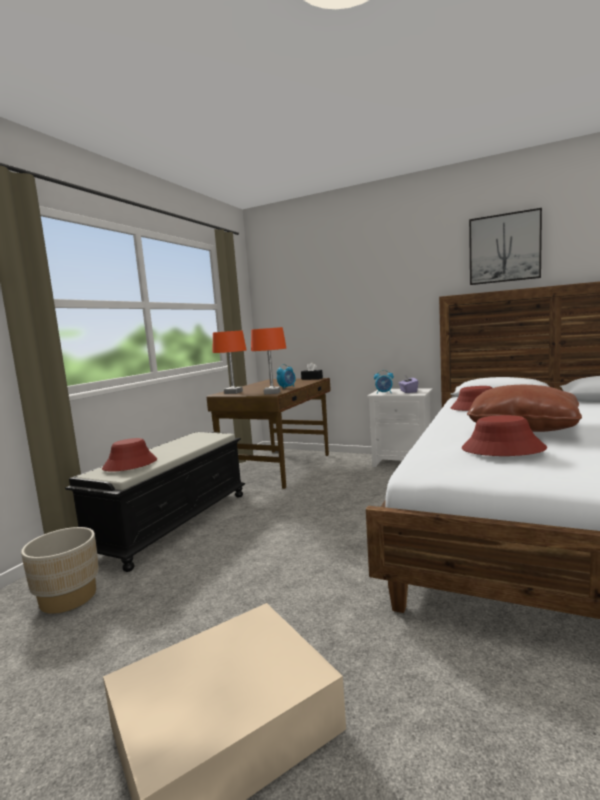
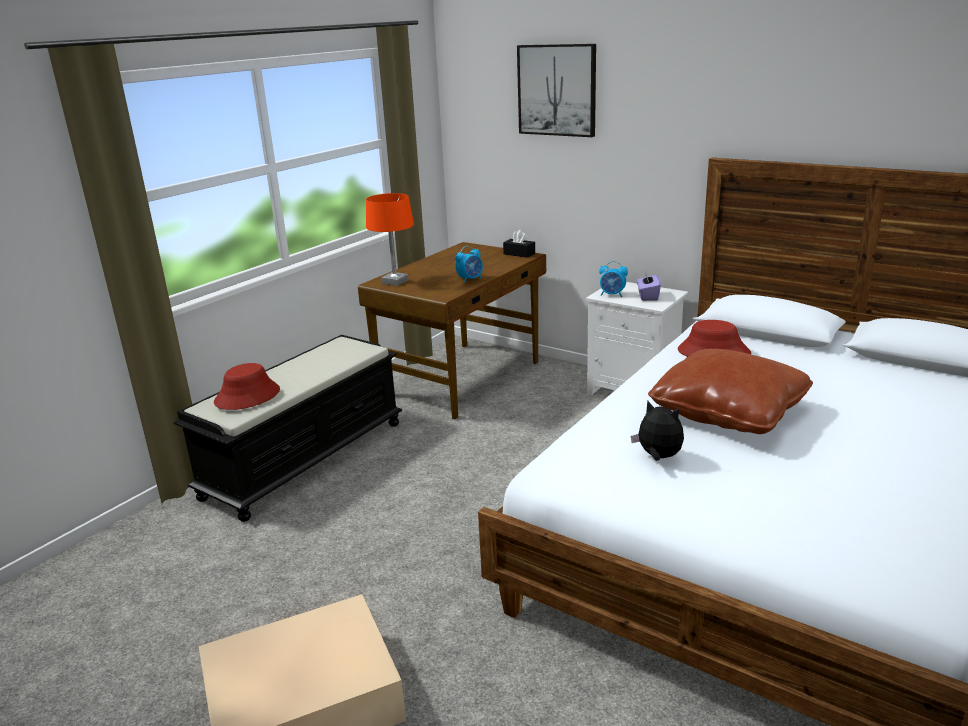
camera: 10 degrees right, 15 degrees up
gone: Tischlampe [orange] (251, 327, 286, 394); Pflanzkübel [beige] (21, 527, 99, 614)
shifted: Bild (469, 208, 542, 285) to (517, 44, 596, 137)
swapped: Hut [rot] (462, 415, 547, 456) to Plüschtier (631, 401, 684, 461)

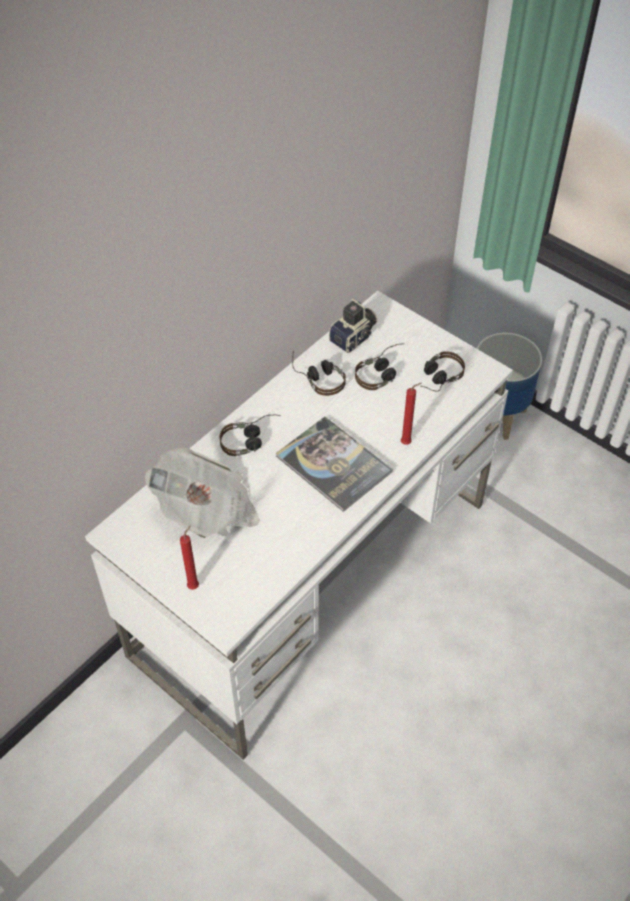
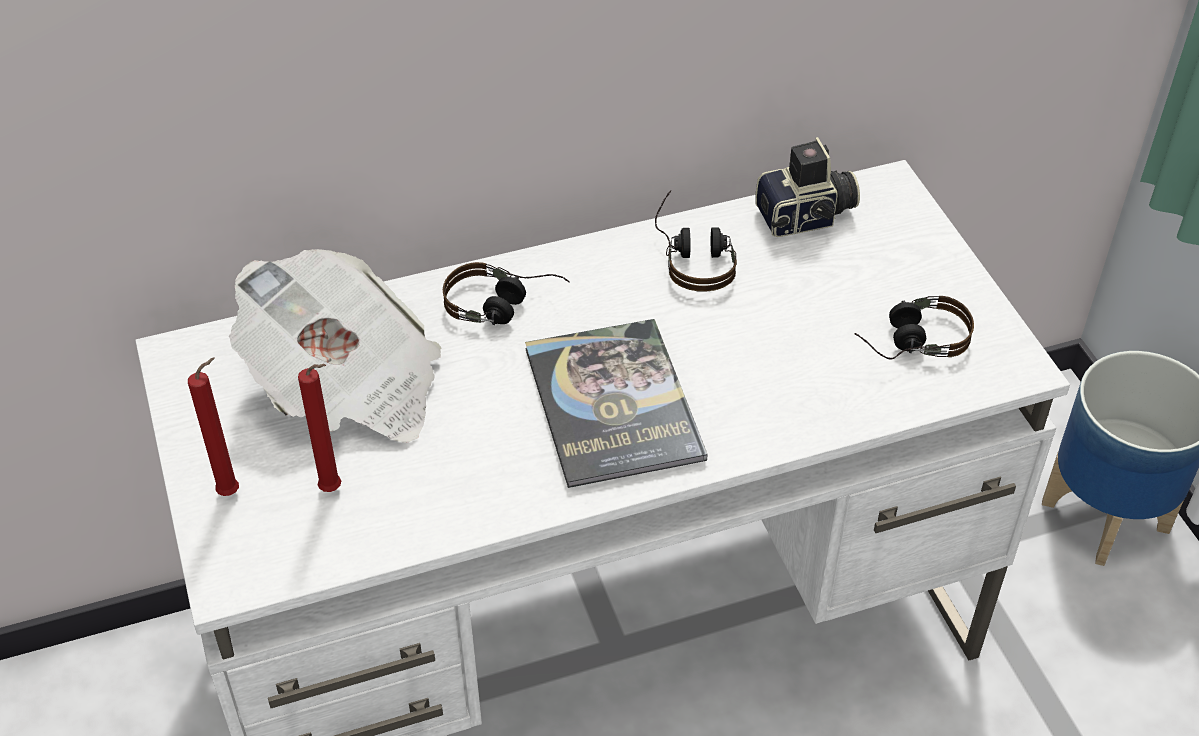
camera: 30 degrees right, 5 degrees down
gone: Kopfhörer (355, 344, 400, 390)
shifted: Kerze [rot] (401, 383, 421, 445) to (298, 364, 341, 492)

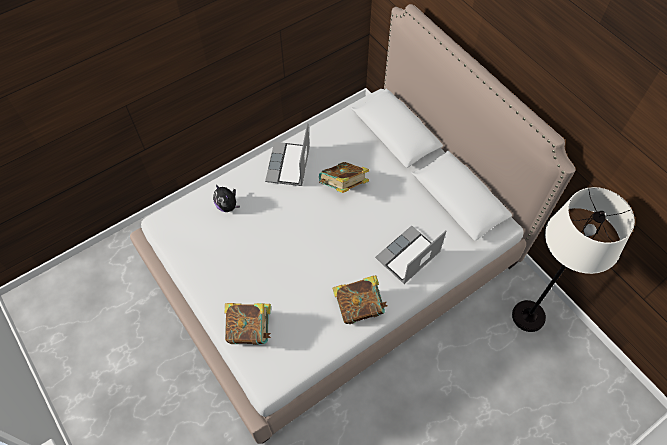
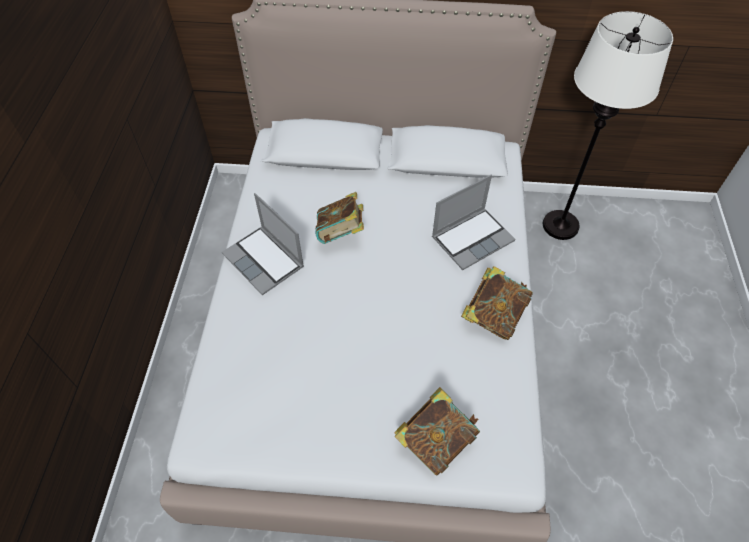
camera: 50 degrees left, 5 degrees down
gone: Plüschtier (213, 184, 240, 212)
rotated: Laptop (375, 226, 446, 284) = (432, 175, 515, 270) 120 degrees counterclockwise

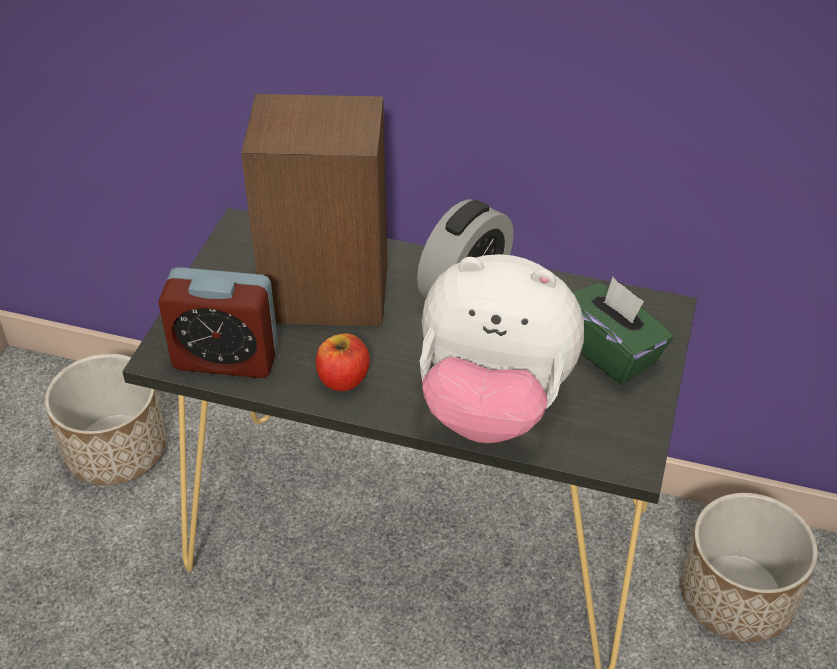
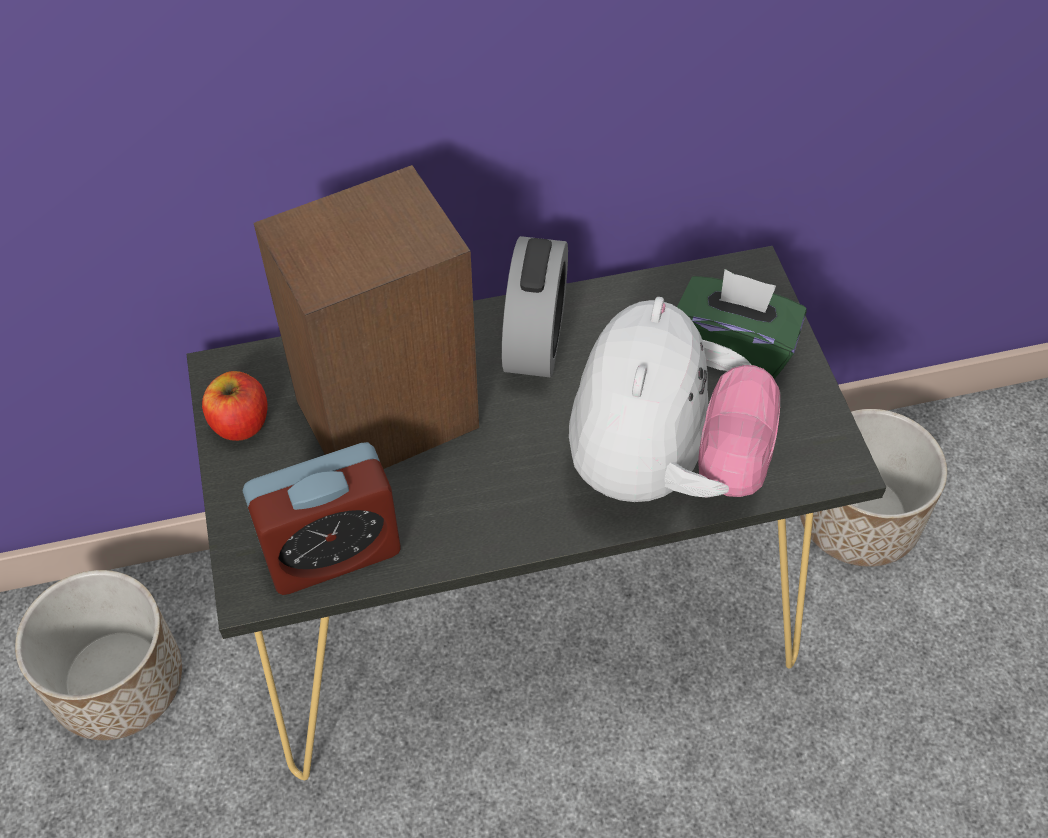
camera: 30 degrees left, 10 degrees up
shifted: Apfel (316, 333, 370, 391) to (202, 371, 268, 441)
rotated: Plüschtier (420, 254, 584, 443) = (569, 297, 780, 502) 60 degrees counterclockwise

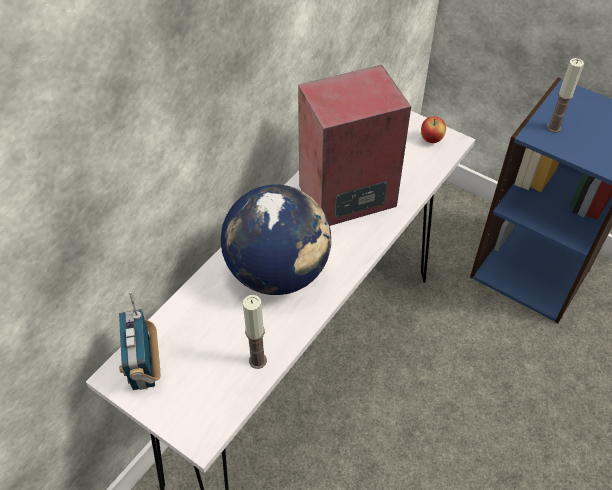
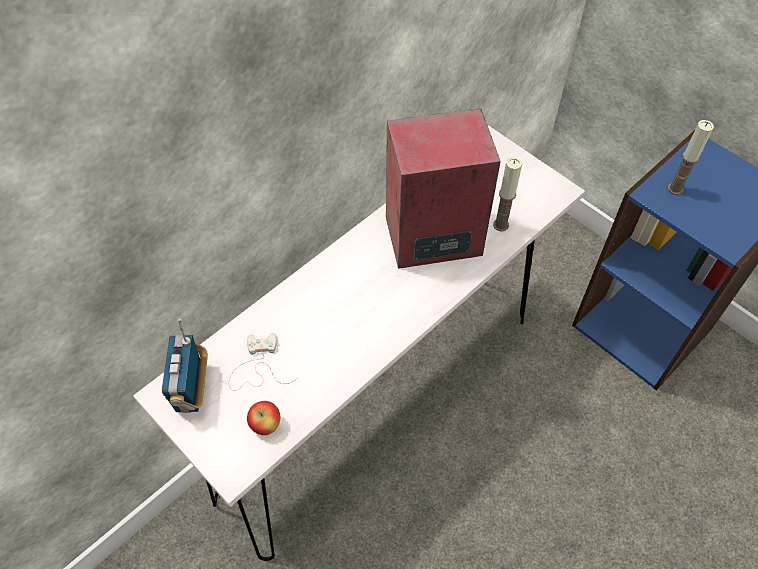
camera: 10 degrees right, 5 degrees up
gone: Globus (221, 185, 331, 295)
new: Gamepad [weiß] (229, 333, 296, 391)
shifted: Apfel (421, 117, 446, 143) to (247, 401, 280, 435); Kerze (243, 295, 267, 369) to (493, 157, 522, 231)

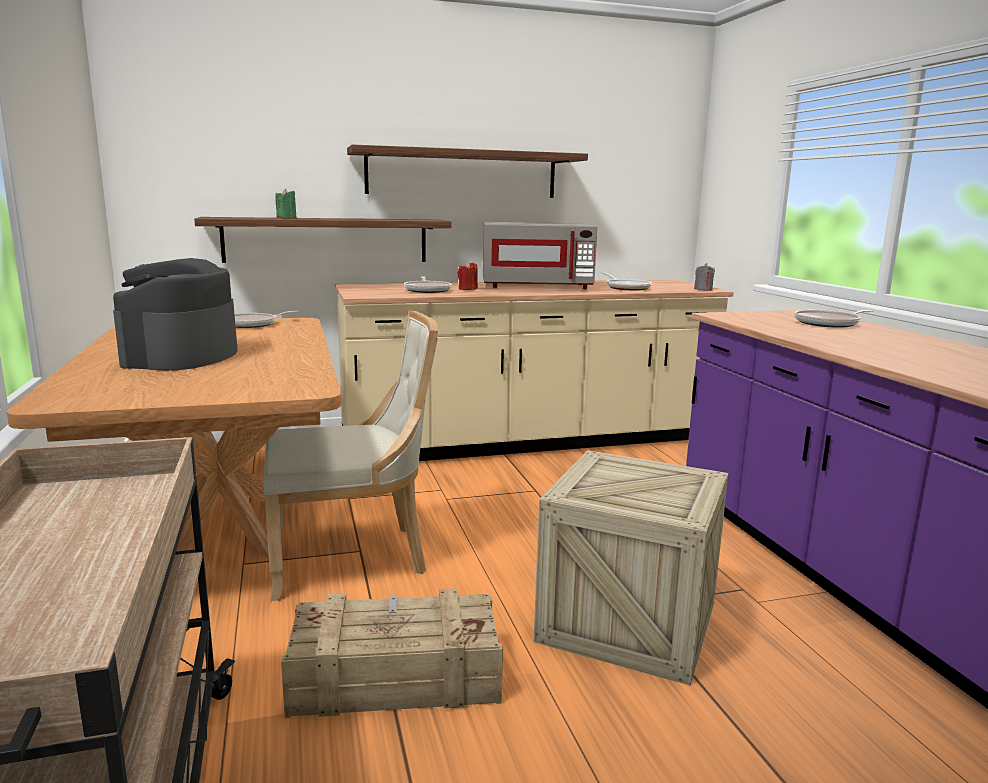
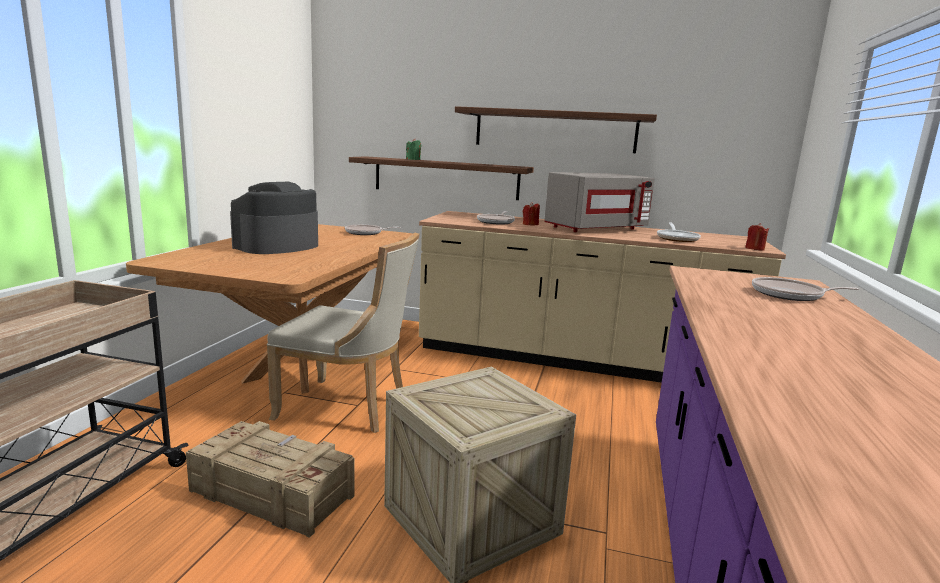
camera: 30 degrees right, 0 degrees up
repainted: Kerze [grau] (694, 263, 715, 291) to Kerze [rot] (745, 223, 769, 251)
rotated: Mikrowelle [grau] (483, 222, 597, 289) = (544, 172, 655, 232) 60 degrees counterclockwise

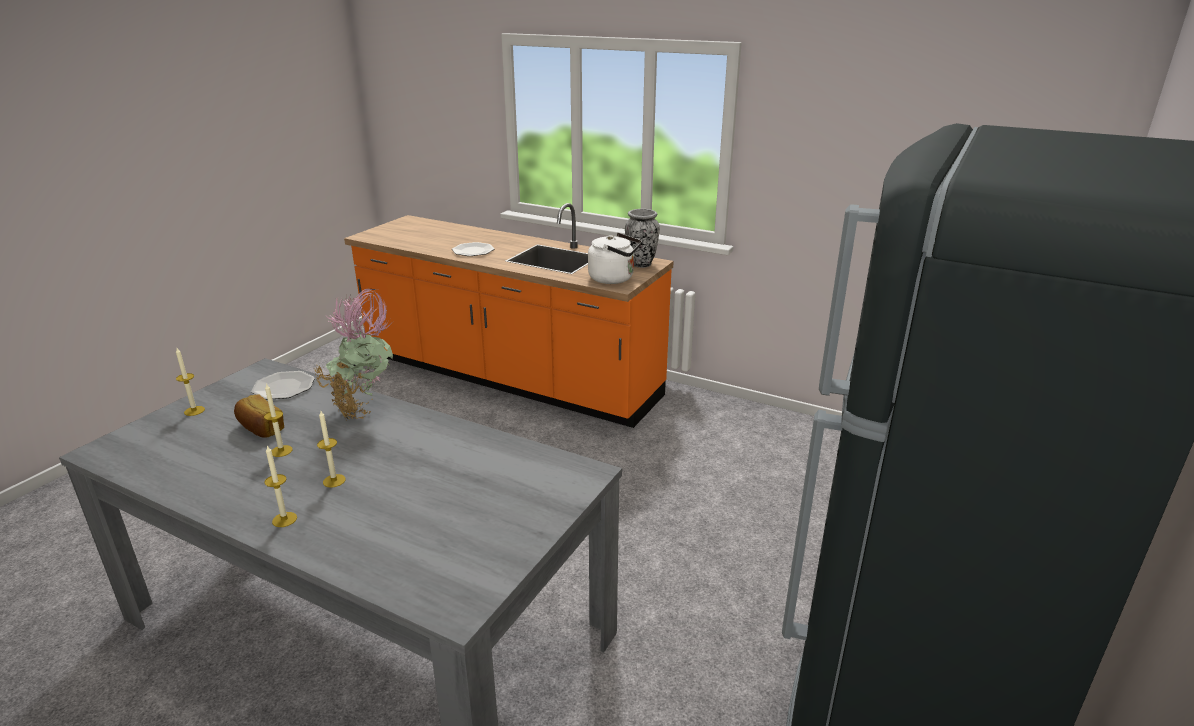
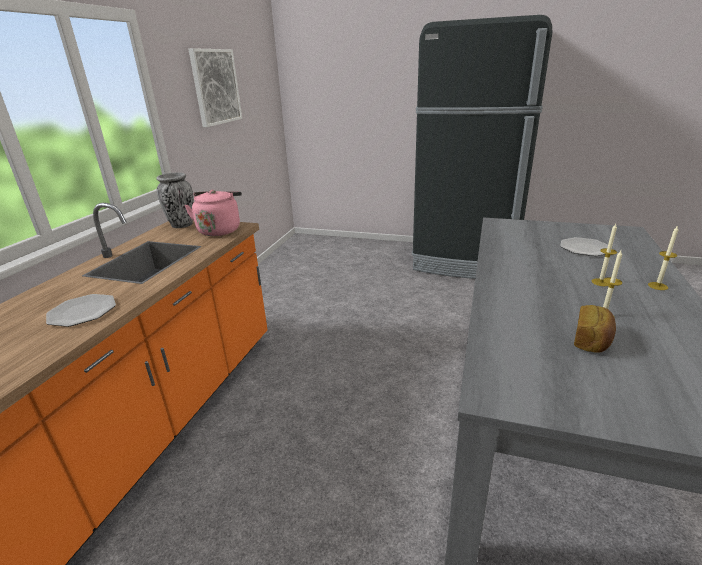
camera: 100 degrees left, 0 degrees up
gone: Topfpflanze (314, 289, 393, 419); Kerze (176, 348, 205, 416)
new: Bild (189, 48, 242, 127)
shifted: Teller (251, 371, 315, 400) to (560, 237, 608, 256)
repainted: Wasserkessel [weiß] (588, 233, 641, 284) to Wasserkessel [rosa] (184, 190, 242, 236)

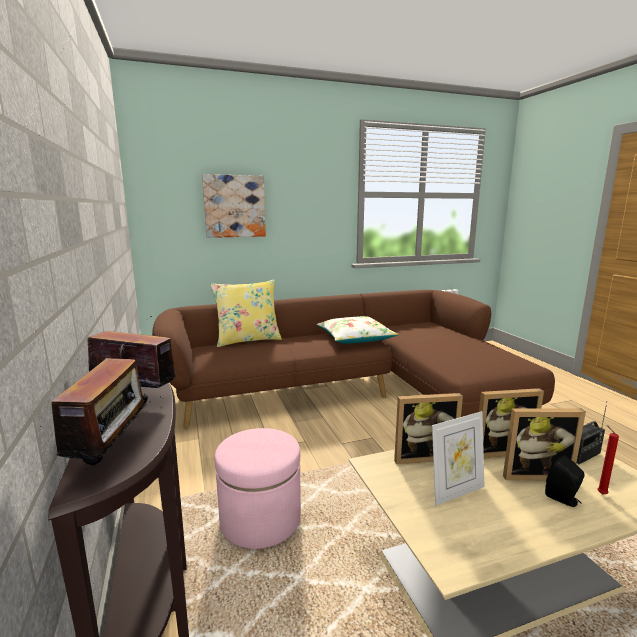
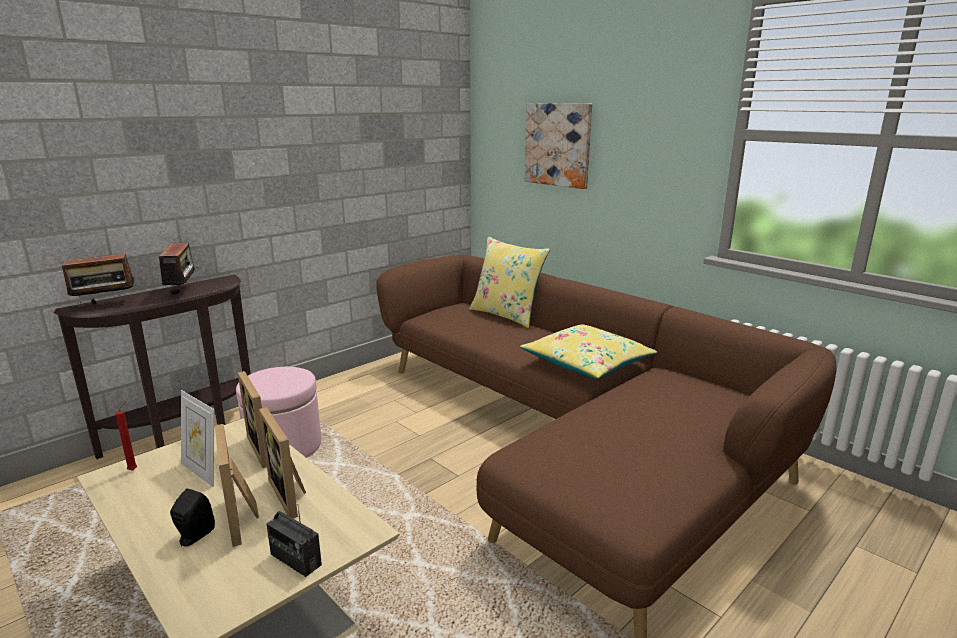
camera: 65 degrees right, 5 degrees up
shifted: Kerze [rot] (597, 425, 619, 494) to (115, 402, 137, 471)
repainted: Kissen [weiß] (317, 316, 398, 344) to Kissen [gelb] (520, 325, 657, 379)

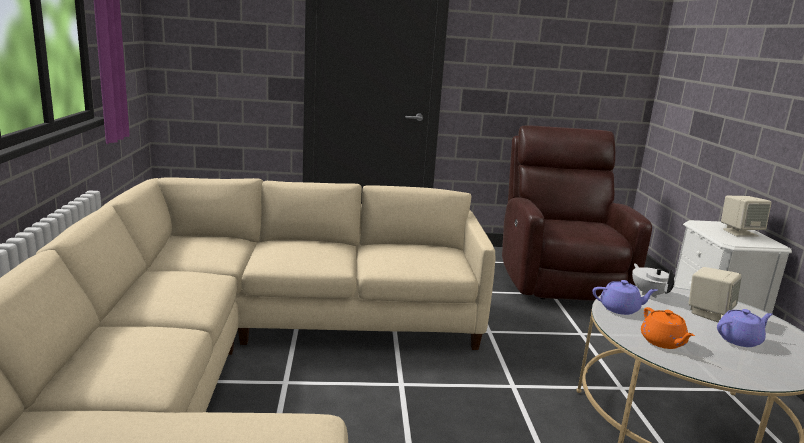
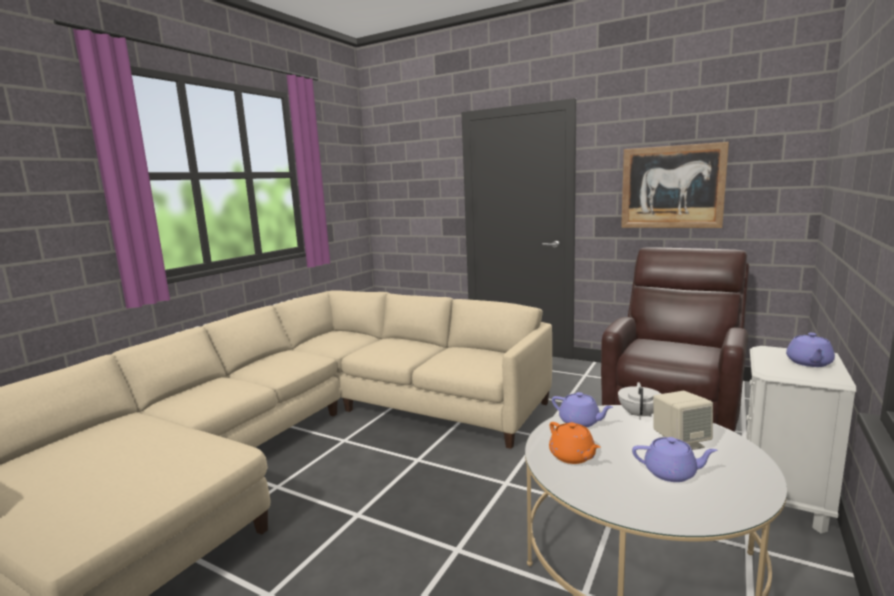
camera: 35 degrees right, 5 degrees down
new: Bild (621, 142, 729, 228)
swapped: Lautsprecher [beige] (721, 196, 772, 237) to Teekanne [lila] (786, 333, 835, 367)
rotated: Teekanne [orange] (641, 307, 695, 349) = (549, 422, 600, 464) 45 degrees counterclockwise

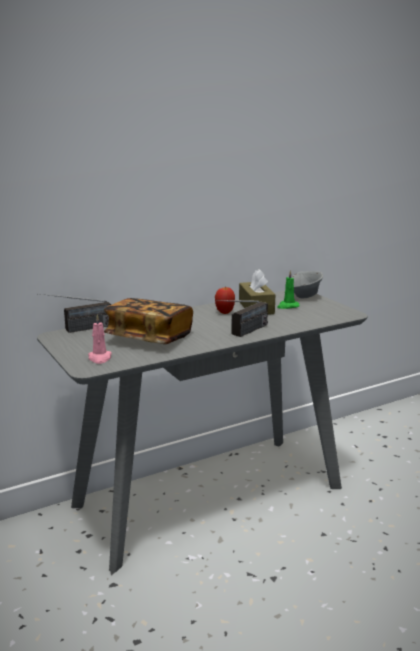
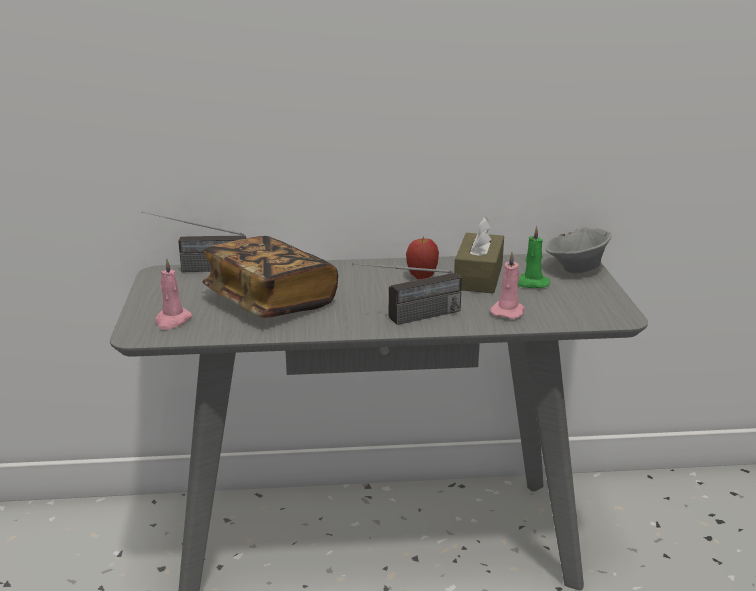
camera: 25 degrees right, 5 degrees up
new: Kerze [rosa] (490, 251, 525, 319)

